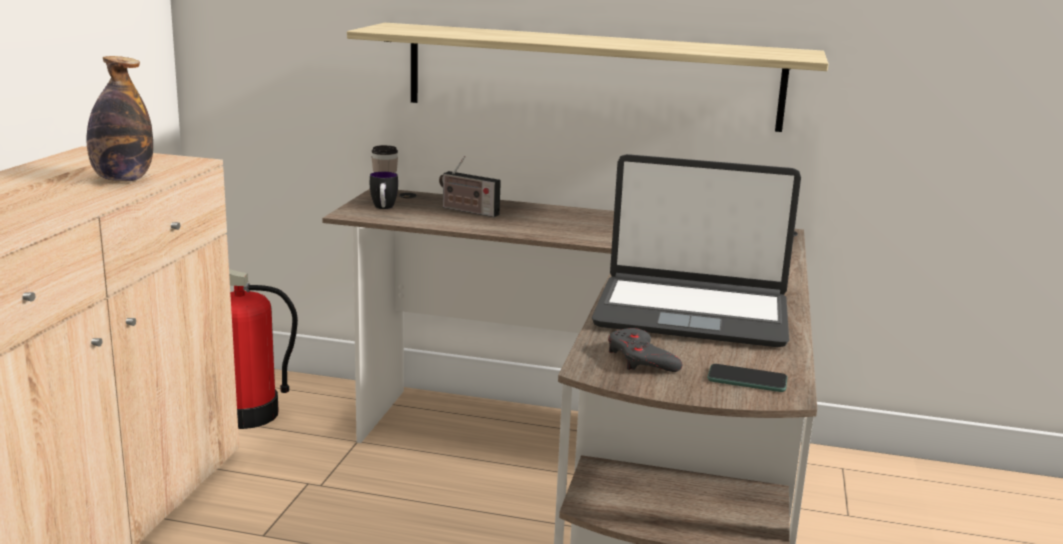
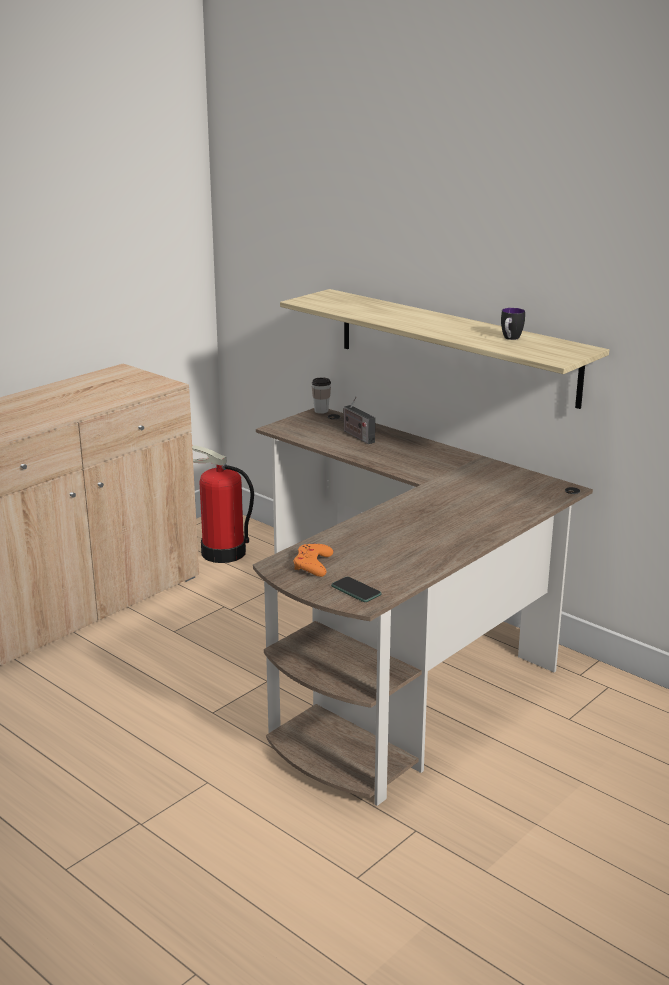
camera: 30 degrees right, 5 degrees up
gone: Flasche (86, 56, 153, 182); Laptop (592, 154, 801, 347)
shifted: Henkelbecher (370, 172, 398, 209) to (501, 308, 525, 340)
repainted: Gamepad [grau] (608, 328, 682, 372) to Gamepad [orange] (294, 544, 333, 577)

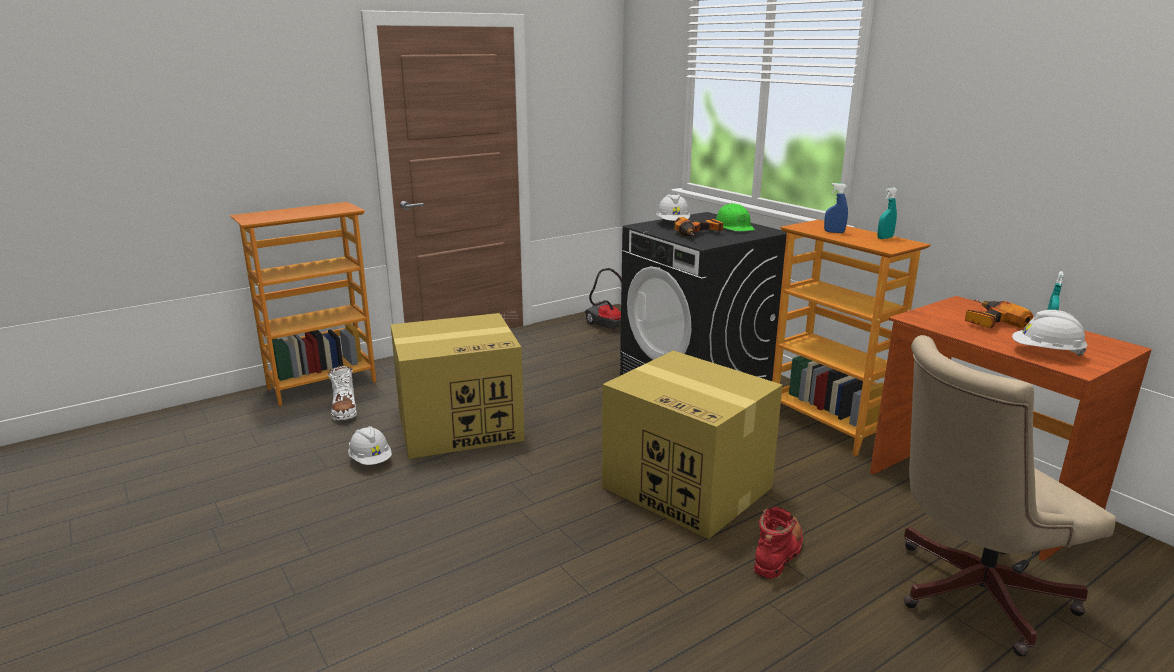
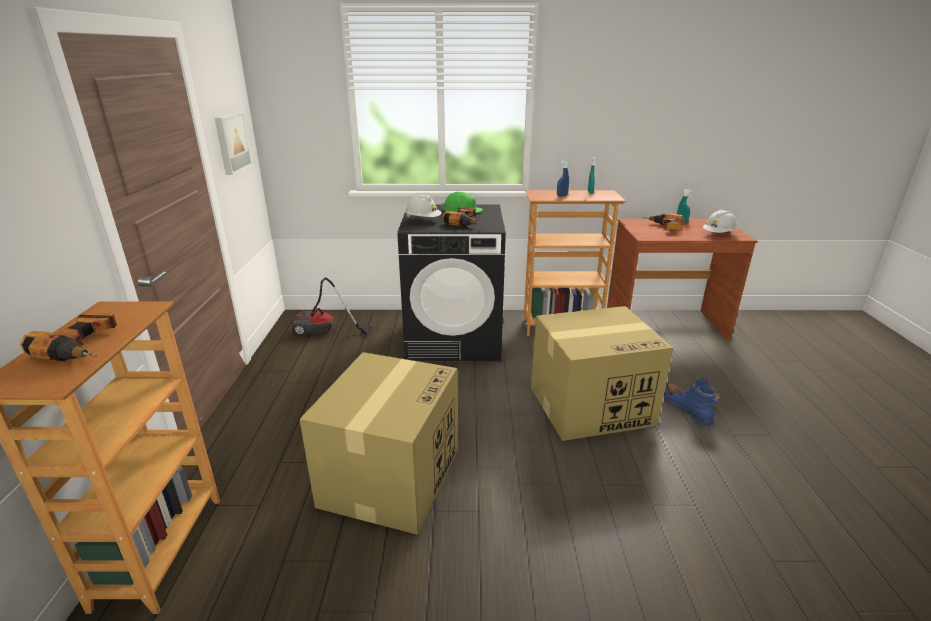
camera: 55 degrees left, 5 degrees up
gone: Bürostuhl [beige] (904, 335, 1116, 657); Stiefel [weiß] (328, 365, 357, 420); Schutzhelm [weiß] (348, 426, 392, 465)
new: Bild (215, 112, 252, 175); Bohrmaschine (20, 313, 117, 361)
repainted: Stiefel [rot] (754, 507, 803, 579) to Stiefel [blau] (664, 378, 721, 426)

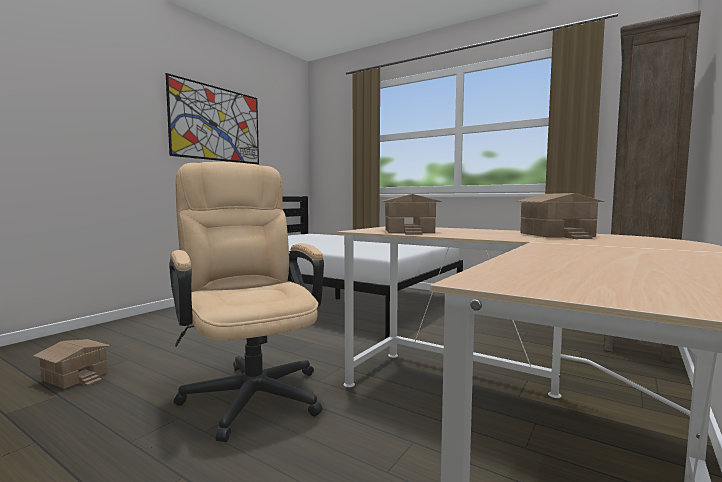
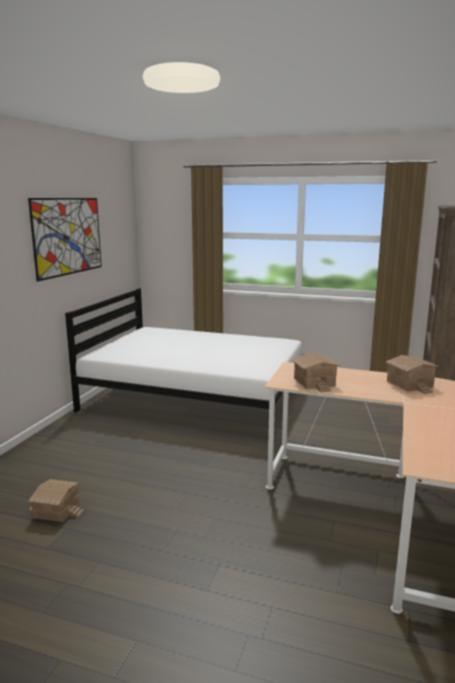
camera: 15 degrees left, 10 degrees up
gone: Bürostuhl [beige] (169, 162, 324, 442)

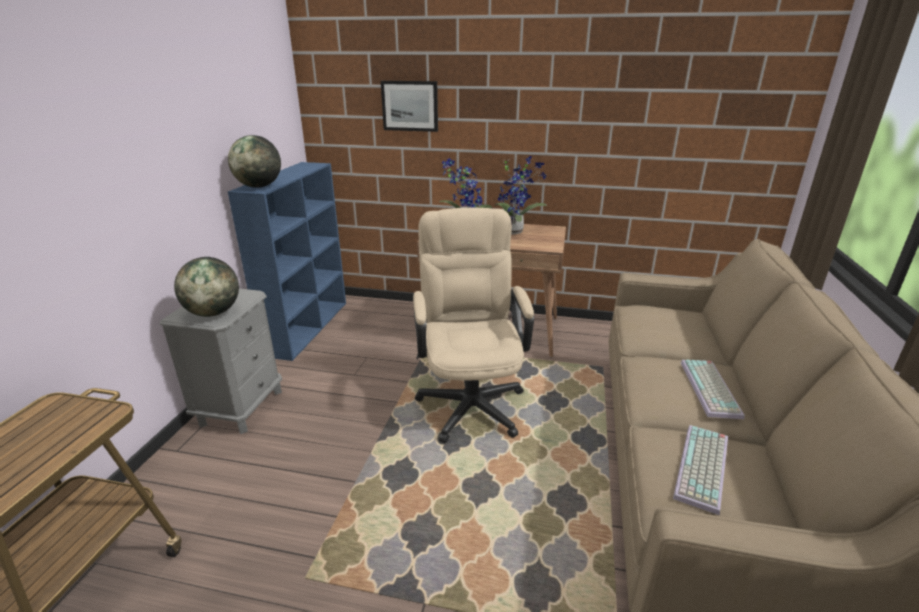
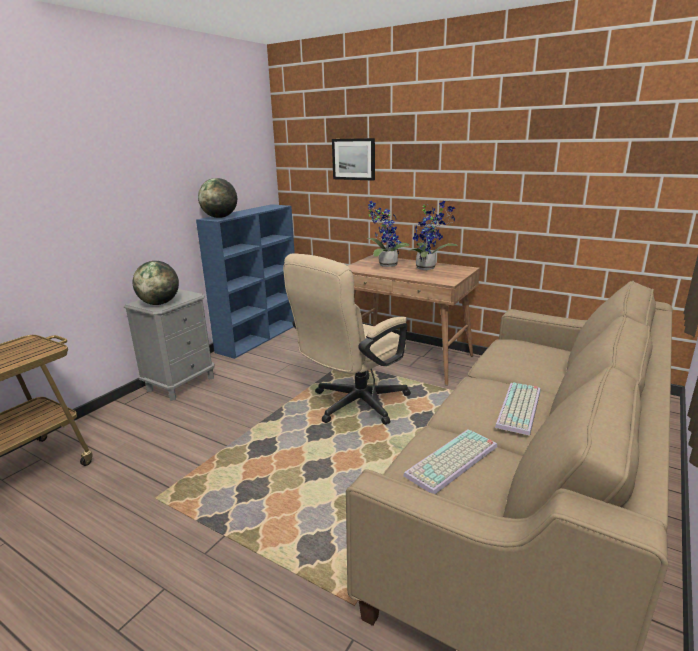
camera: 20 degrees right, 5 degrees down
rotated: Bürostuhl [beige] (413, 208, 534, 443) = (283, 253, 411, 425) 150 degrees counterclockwise

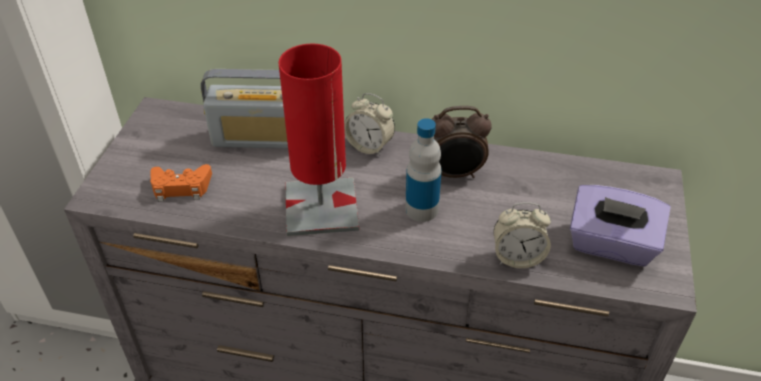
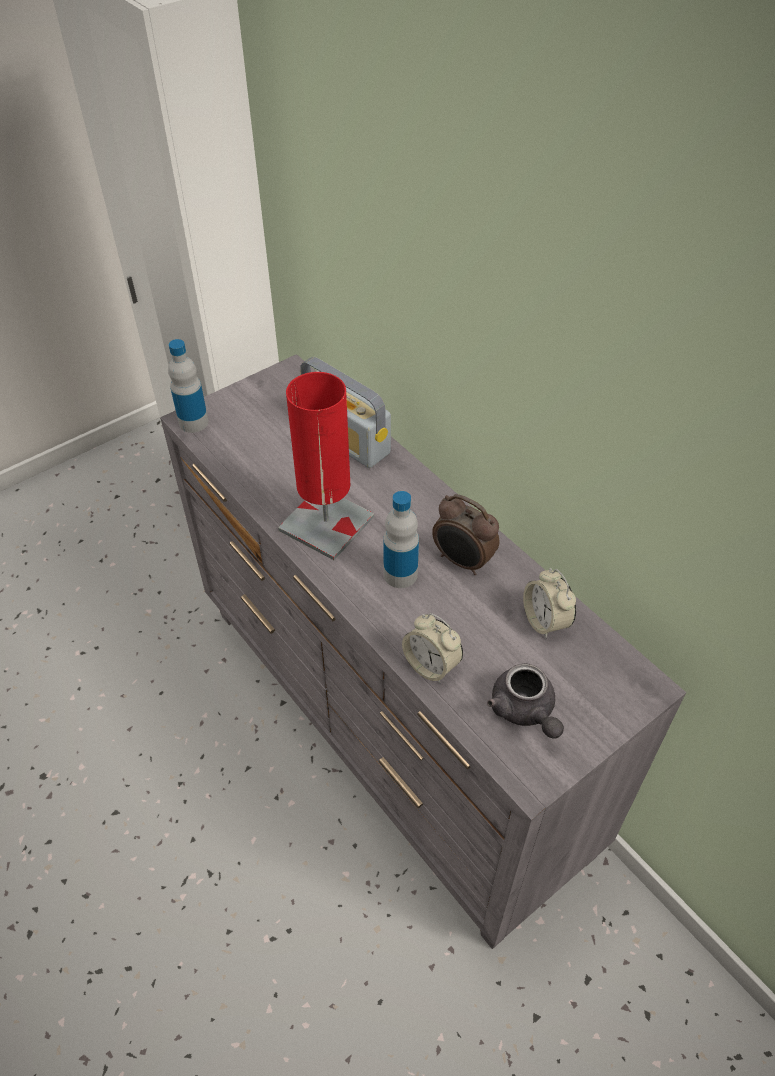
camera: 40 degrees right, 5 degrees up
gone: Gamepad [orange] (150, 164, 212, 202)
new: Flasche (168, 339, 208, 433)
shifted: Wecker (344, 93, 395, 156) to (523, 568, 576, 639)
swapped: Taschentuchbox [lila] (570, 185, 671, 267) to Teekanne [grau] (487, 664, 564, 739)

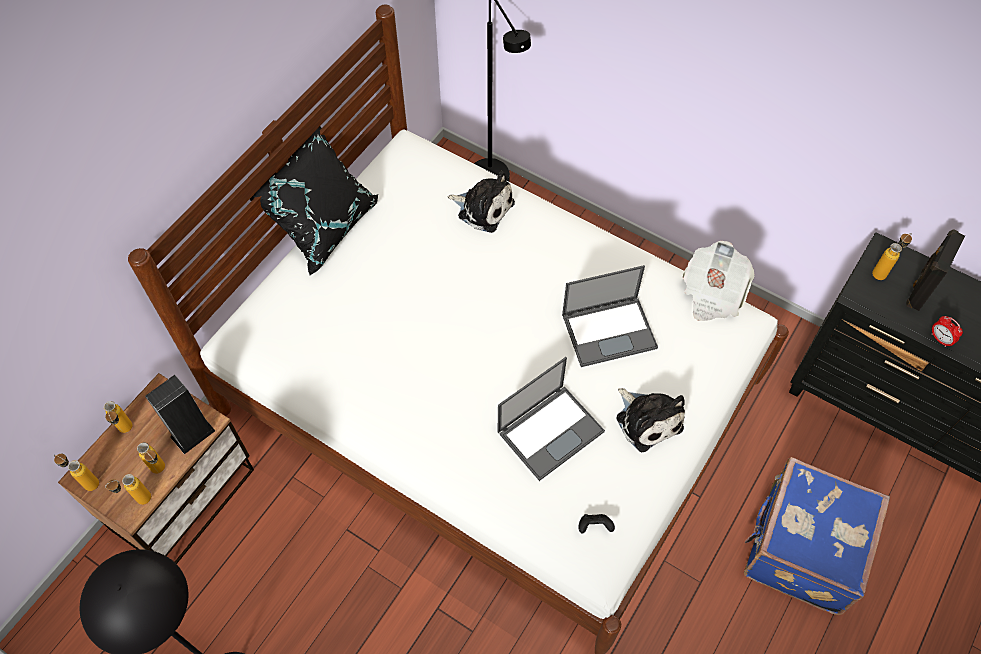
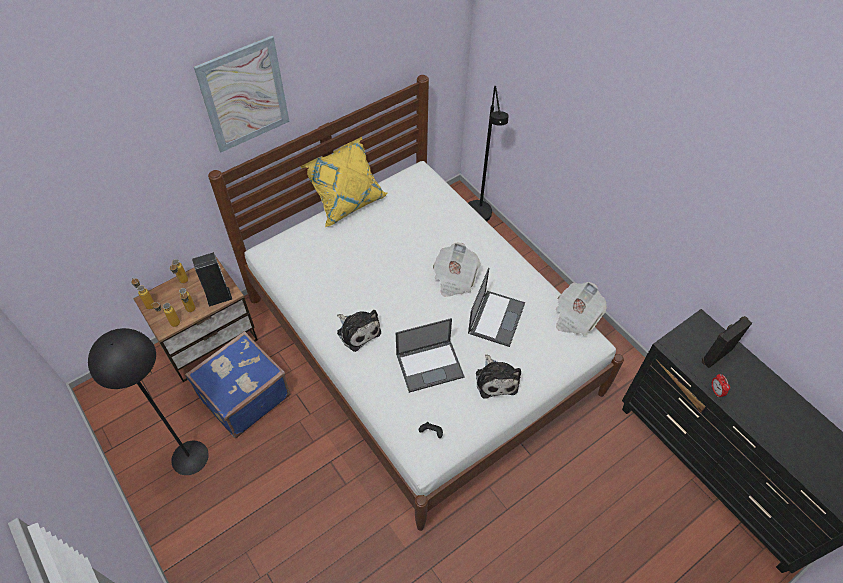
camera: 20 degrees right, 5 degrees down
gone: Flasche (872, 233, 912, 280)
new: Bild (194, 36, 289, 152); Zeitung (433, 242, 480, 297)
shifted: Plüschtier (448, 171, 515, 233) to (337, 310, 381, 352); Koffer [blau] (744, 457, 890, 615) to (185, 331, 290, 438)
repainted: Kissen [schwarz] (249, 126, 379, 276) to Kissen [gelb] (300, 137, 387, 227)
rotated: Laptop (562, 265, 658, 367) = (468, 268, 525, 347) 75 degrees counterclockwise

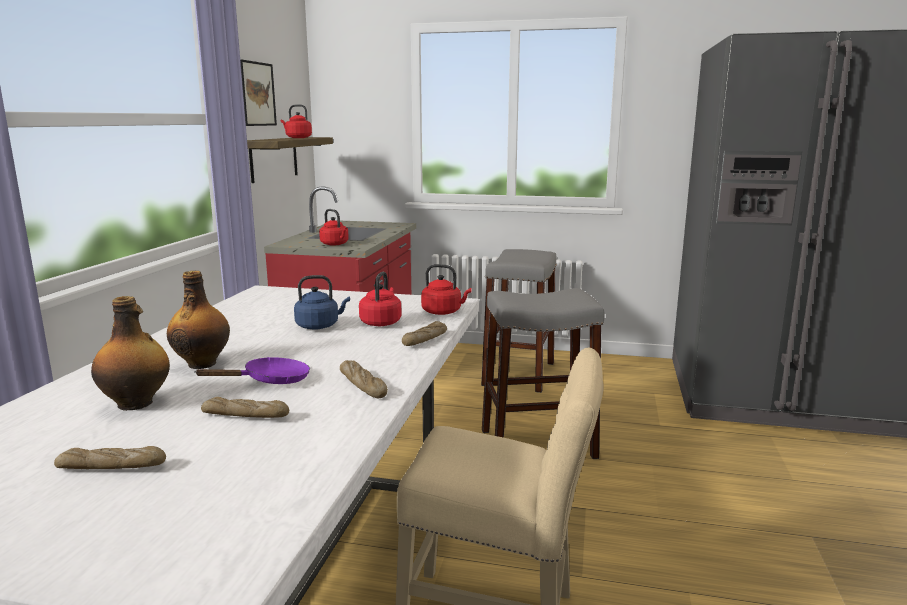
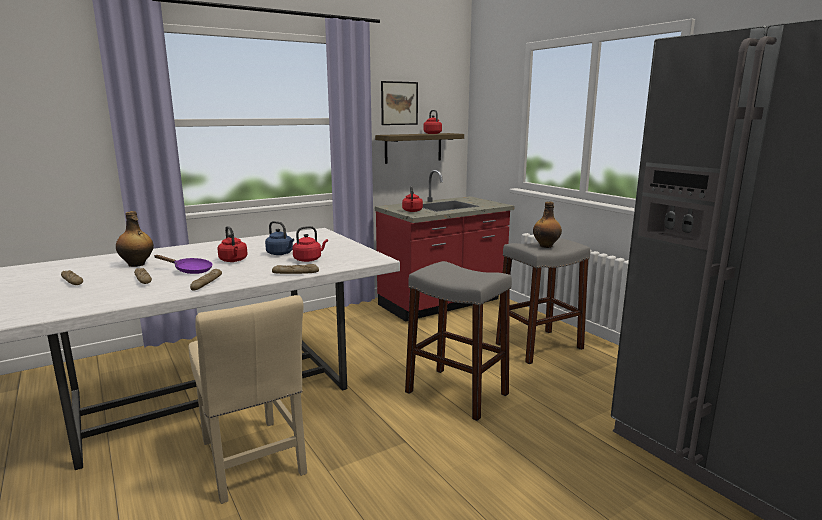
camera: 45 degrees right, 0 degrees up
shifted: Wasserkessel [rot] (421, 264, 472, 315) to (217, 226, 248, 262); Flasche (167, 271, 230, 369) to (533, 201, 562, 248)

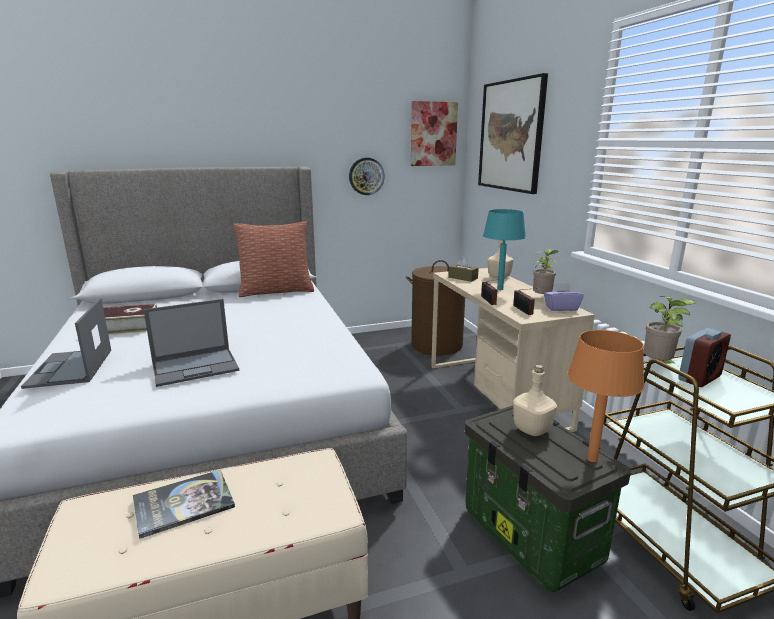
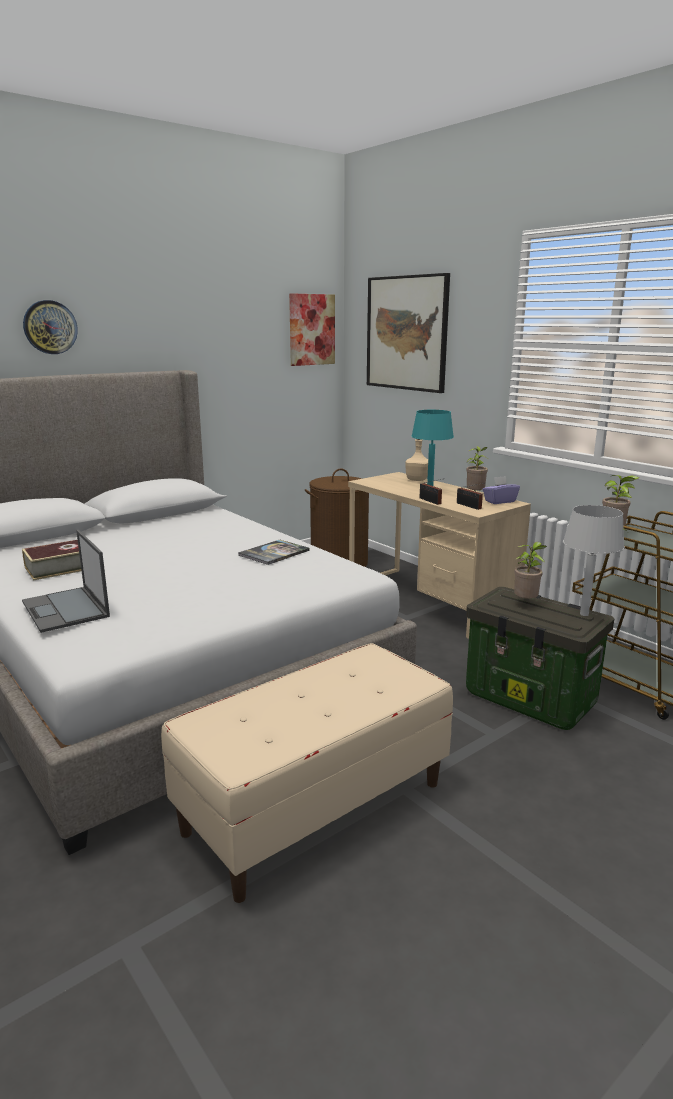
camera: 20 degrees left, 0 degrees up
gone: Kissen (233, 221, 314, 297); Taschentuchbox [braun] (448, 256, 479, 282); Laptop (143, 299, 239, 387); Wecker (678, 328, 731, 387)
shifted: Wanduhr (349, 158, 385, 195) to (23, 300, 78, 354); Buch (133, 470, 235, 539) to (238, 540, 309, 565)
swapped: Flasche [beige] (513, 365, 557, 436) to Topfpflanze (514, 542, 547, 599)
repainted: Tischlampe [orange] (567, 330, 645, 462) to Tischlampe [grau] (563, 505, 625, 616)

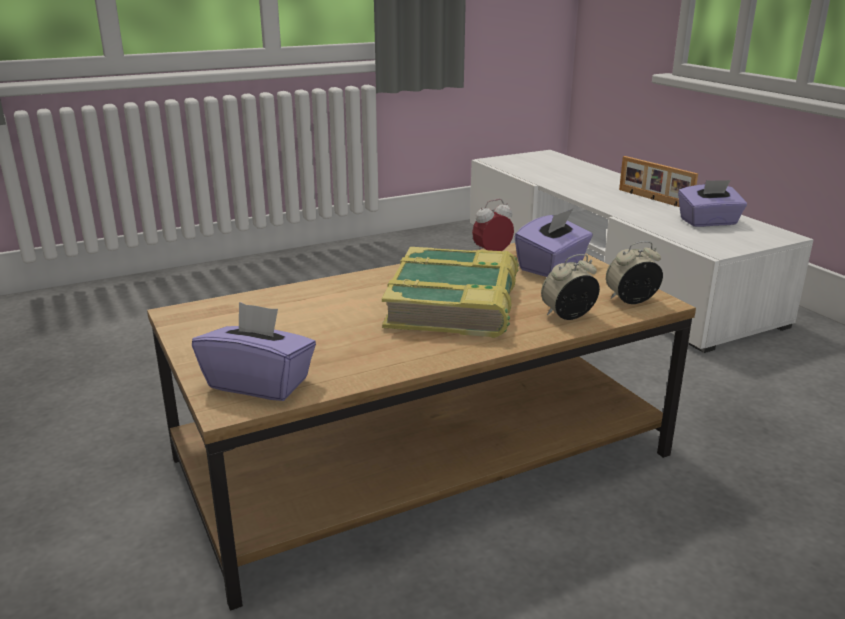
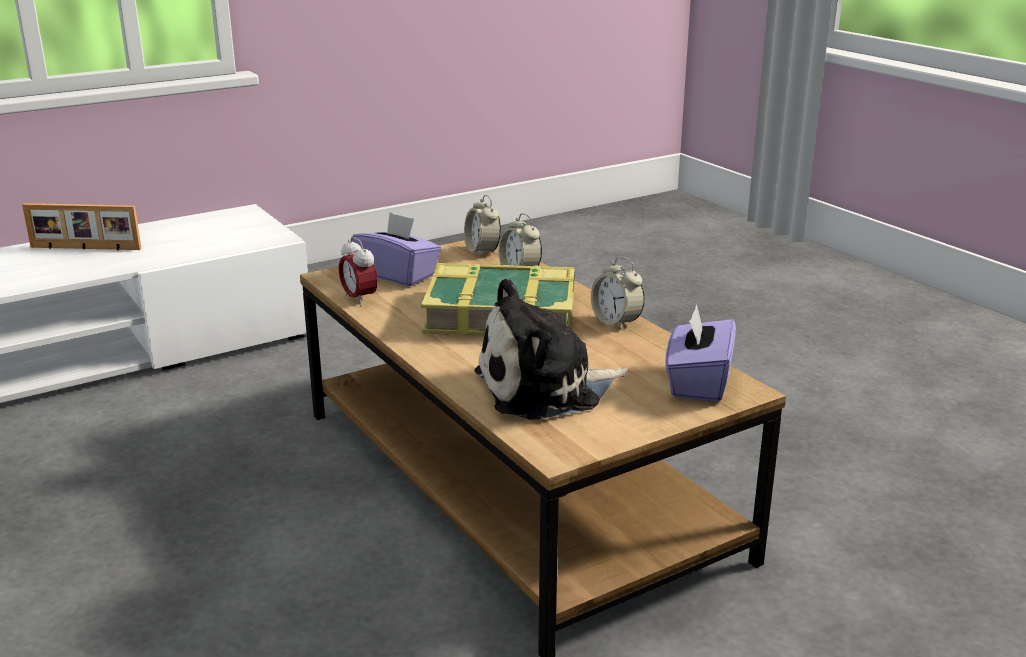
camera: 95 degrees left, 0 degrees up
gone: Taschentuchbox [lila] (678, 180, 747, 227)
new: Wecker (591, 257, 645, 330); Plüschtier (475, 278, 628, 420)
rotated: Bilderrahmen (619, 156, 698, 207) = (22, 203, 142, 250) 45 degrees clockwise

